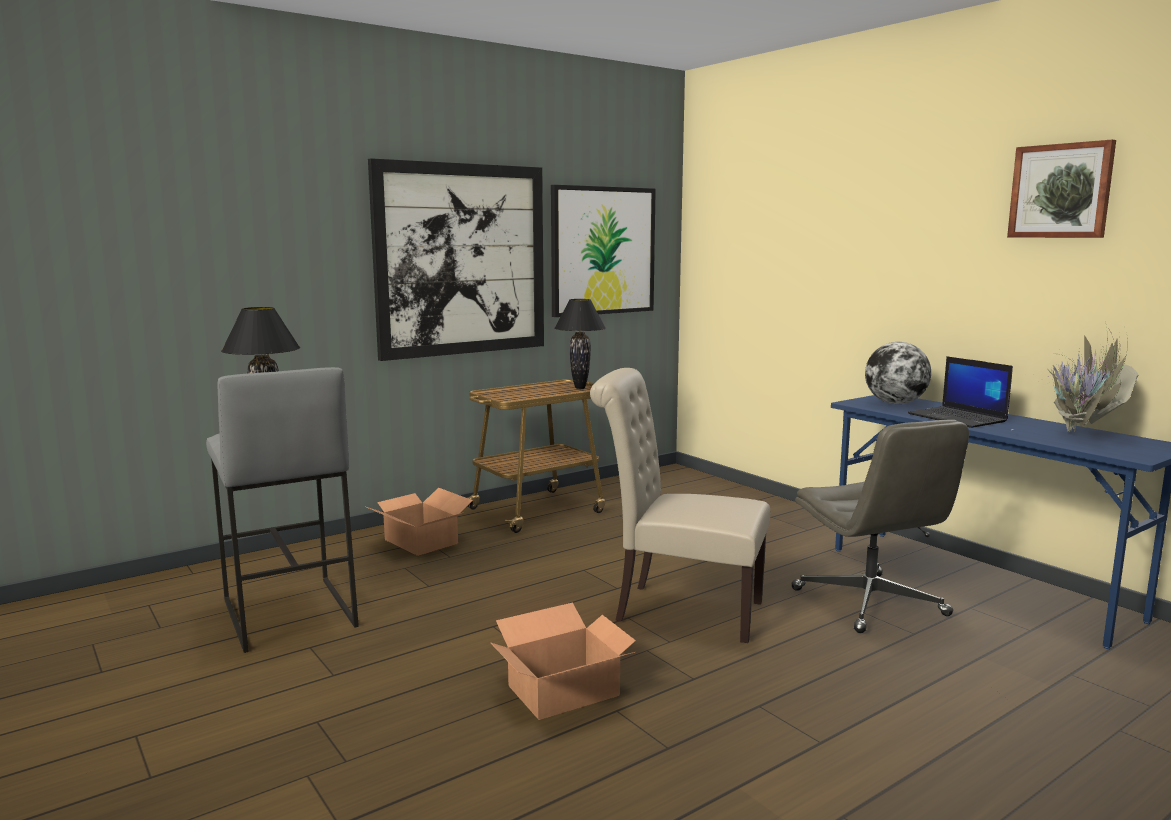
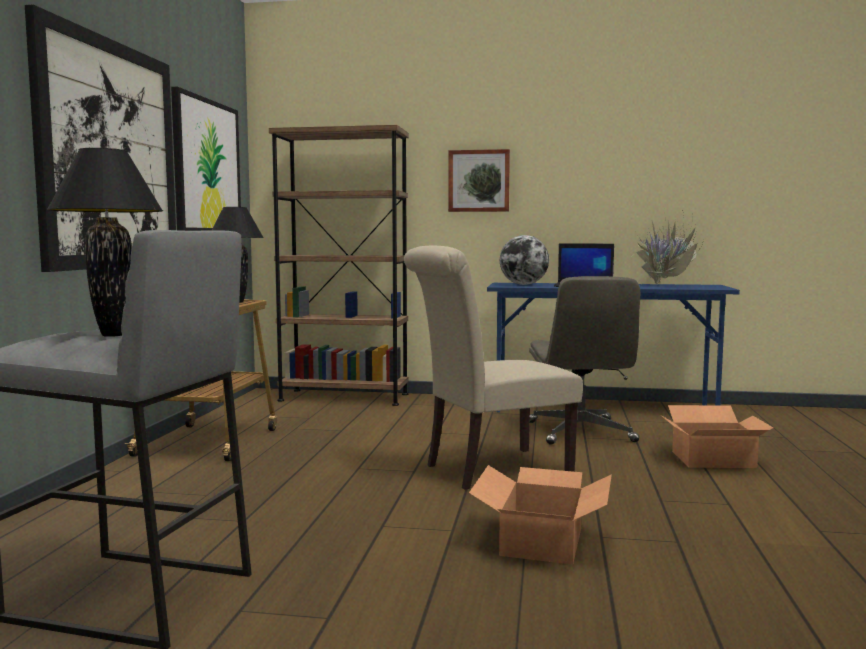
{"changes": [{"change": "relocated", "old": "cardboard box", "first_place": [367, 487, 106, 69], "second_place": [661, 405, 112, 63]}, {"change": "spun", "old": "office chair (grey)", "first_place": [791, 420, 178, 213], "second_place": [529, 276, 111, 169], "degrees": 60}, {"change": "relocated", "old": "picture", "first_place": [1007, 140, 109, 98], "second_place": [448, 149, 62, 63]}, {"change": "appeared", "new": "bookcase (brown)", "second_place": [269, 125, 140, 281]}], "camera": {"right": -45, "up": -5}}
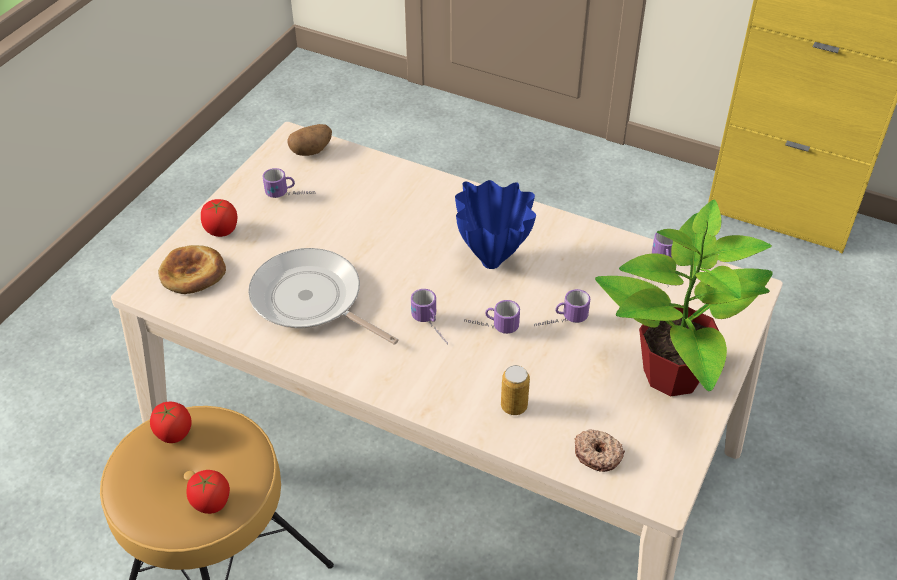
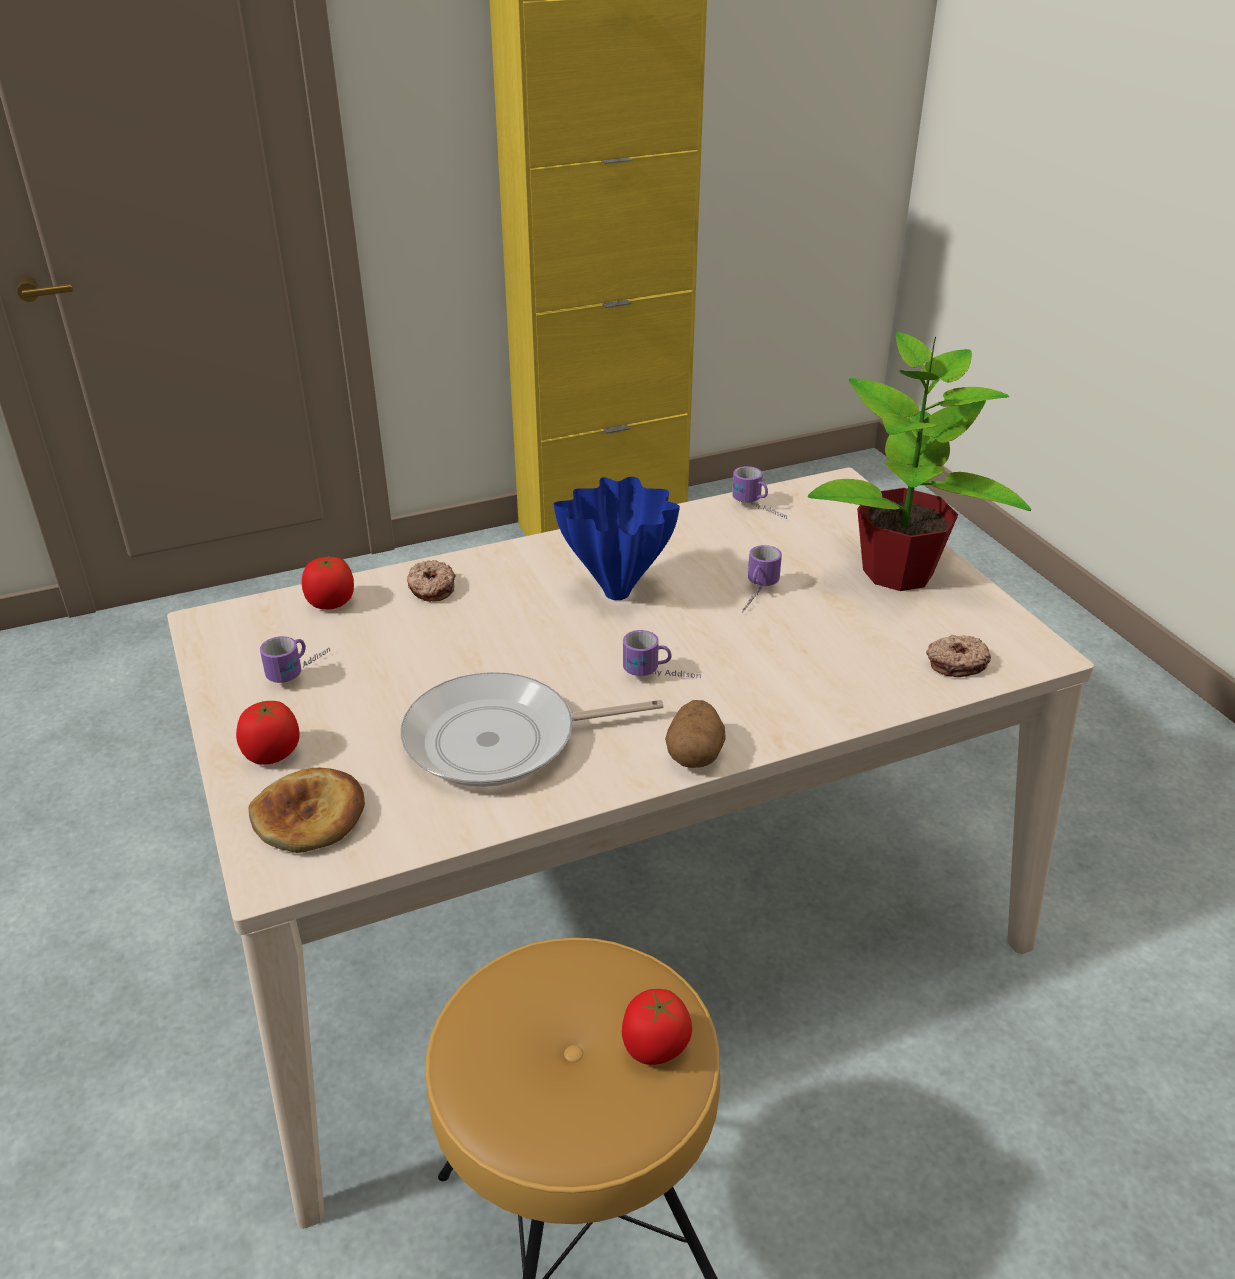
{"changes": [{"change": "relocated", "old": "tomato", "first_place": [150, 402, 42, 41], "second_place": [302, 556, 52, 54]}, {"change": "relocated", "old": "potato", "first_place": [287, 124, 45, 32], "second_place": [665, 700, 60, 68]}, {"change": "missing", "old": "mug", "first_place": [464, 300, 56, 34]}, {"change": "missing", "old": "can", "first_place": [501, 365, 29, 50]}, {"change": "appeared", "new": "donut", "second_place": [407, 560, 49, 42]}], "camera": {"right": -50, "up": -10}}
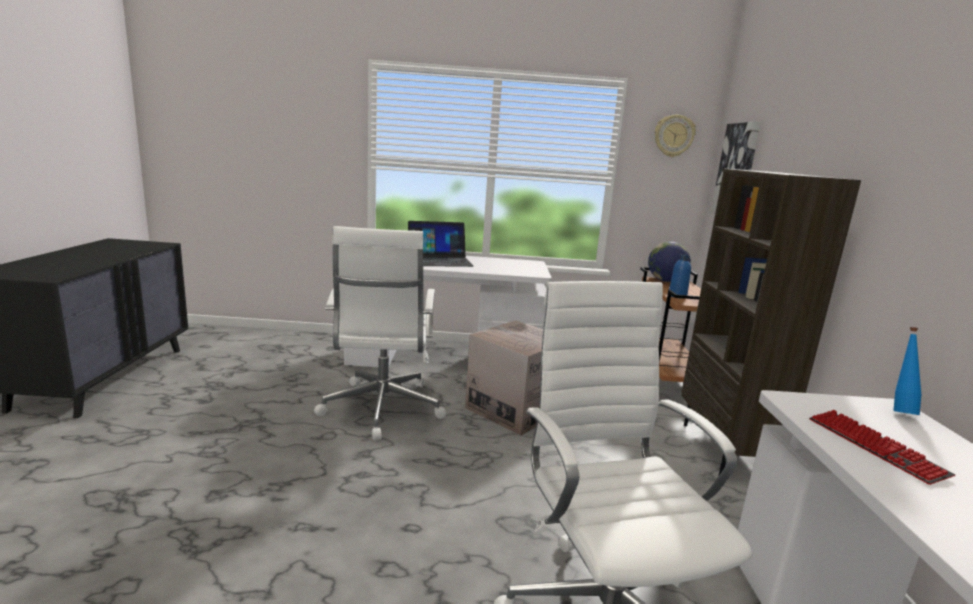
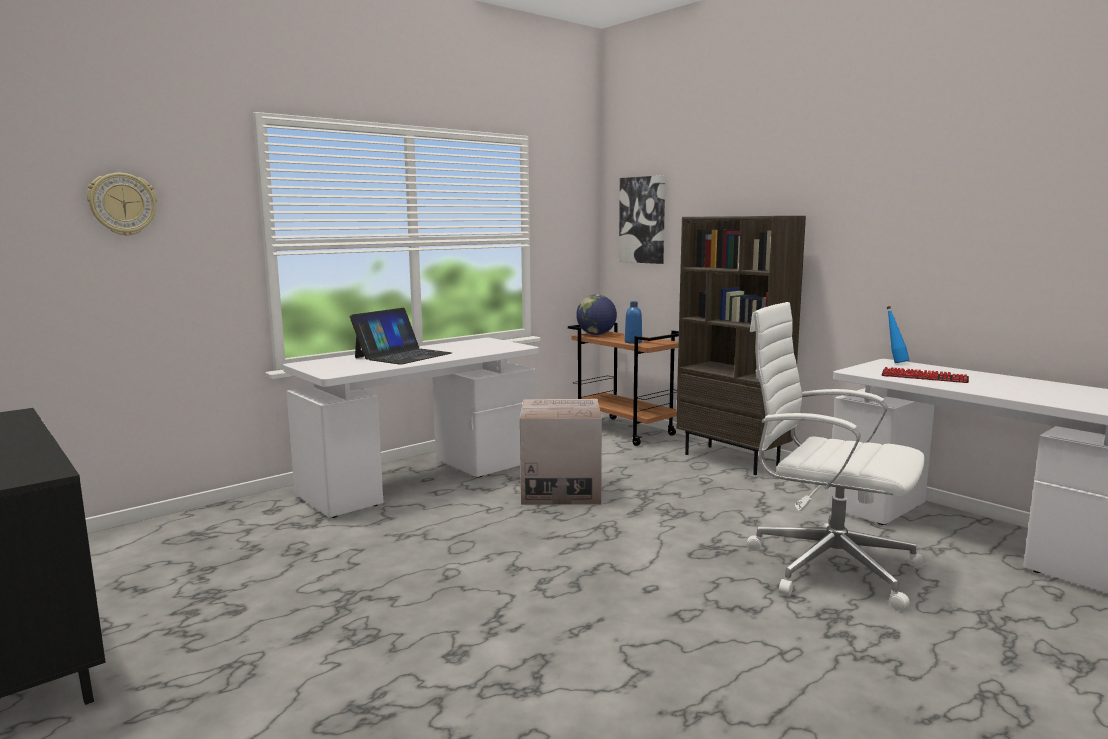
{"changes": [{"change": "missing", "old": "office chair (white)", "first_place": [314, 226, 132, 214]}, {"change": "relocated", "old": "wall clock", "first_place": [655, 115, 41, 42], "second_place": [87, 173, 70, 63]}], "camera": {"right": -40, "up": -5}}
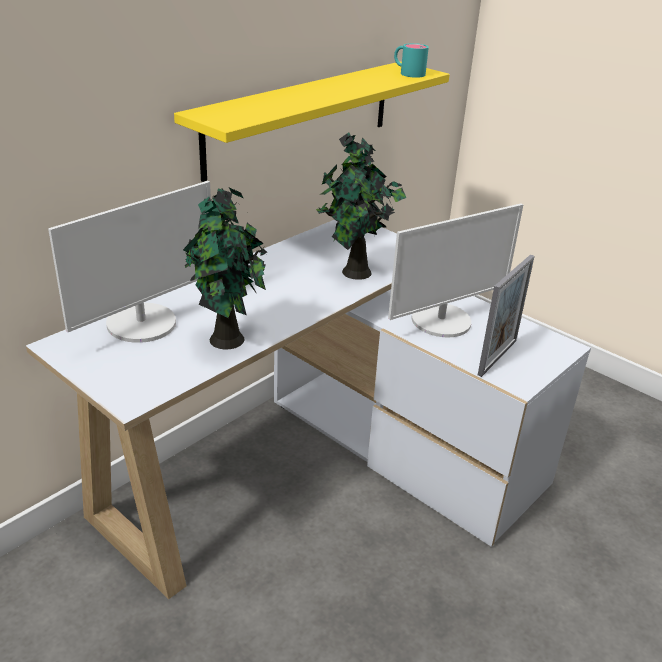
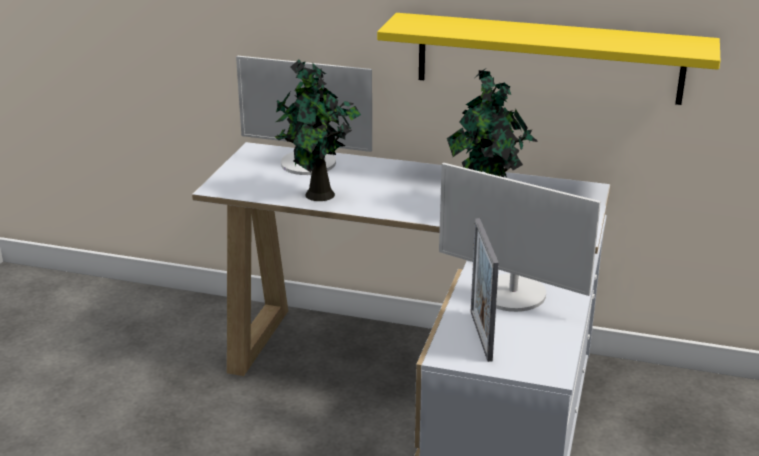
{"changes": [{"change": "missing", "old": "mug (turquoise)", "first_place": [394, 43, 35, 35]}, {"change": "spun", "old": "picture frame", "first_place": [478, 255, 57, 122], "second_place": [471, 218, 28, 144], "degrees": 75}], "camera": {"right": 65, "up": -5}}
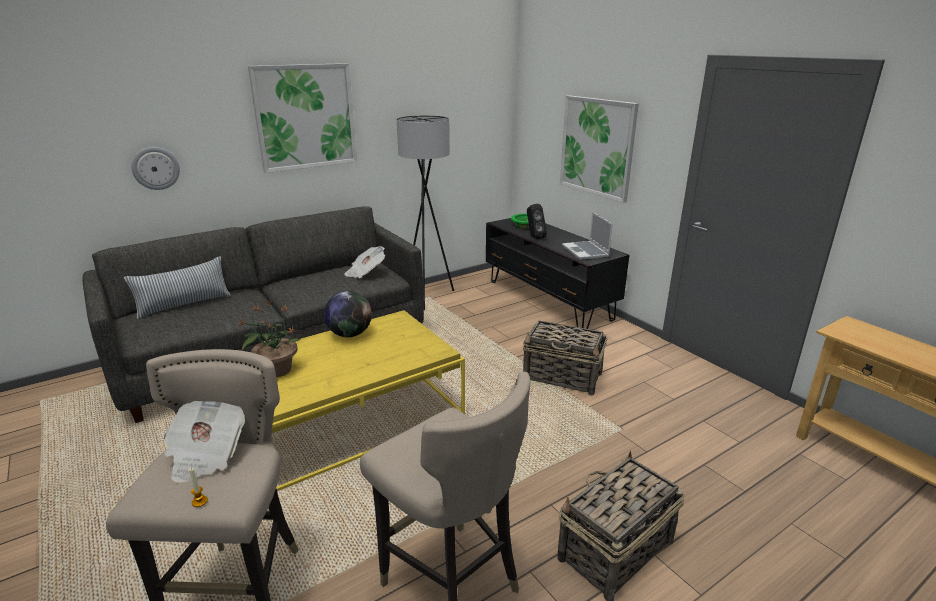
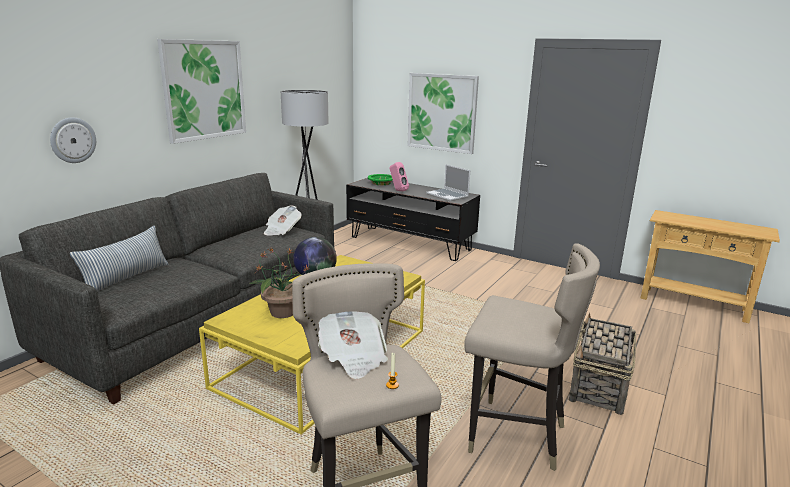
{"changes": [{"change": "missing", "old": "basket", "first_place": [523, 321, 85, 75]}, {"change": "colour", "old": "speaker (black)", "new": "speaker (pink)", "first_place": [527, 204, 20, 35], "second_place": [390, 162, 19, 29]}], "camera": {"right": -25, "up": -5}}
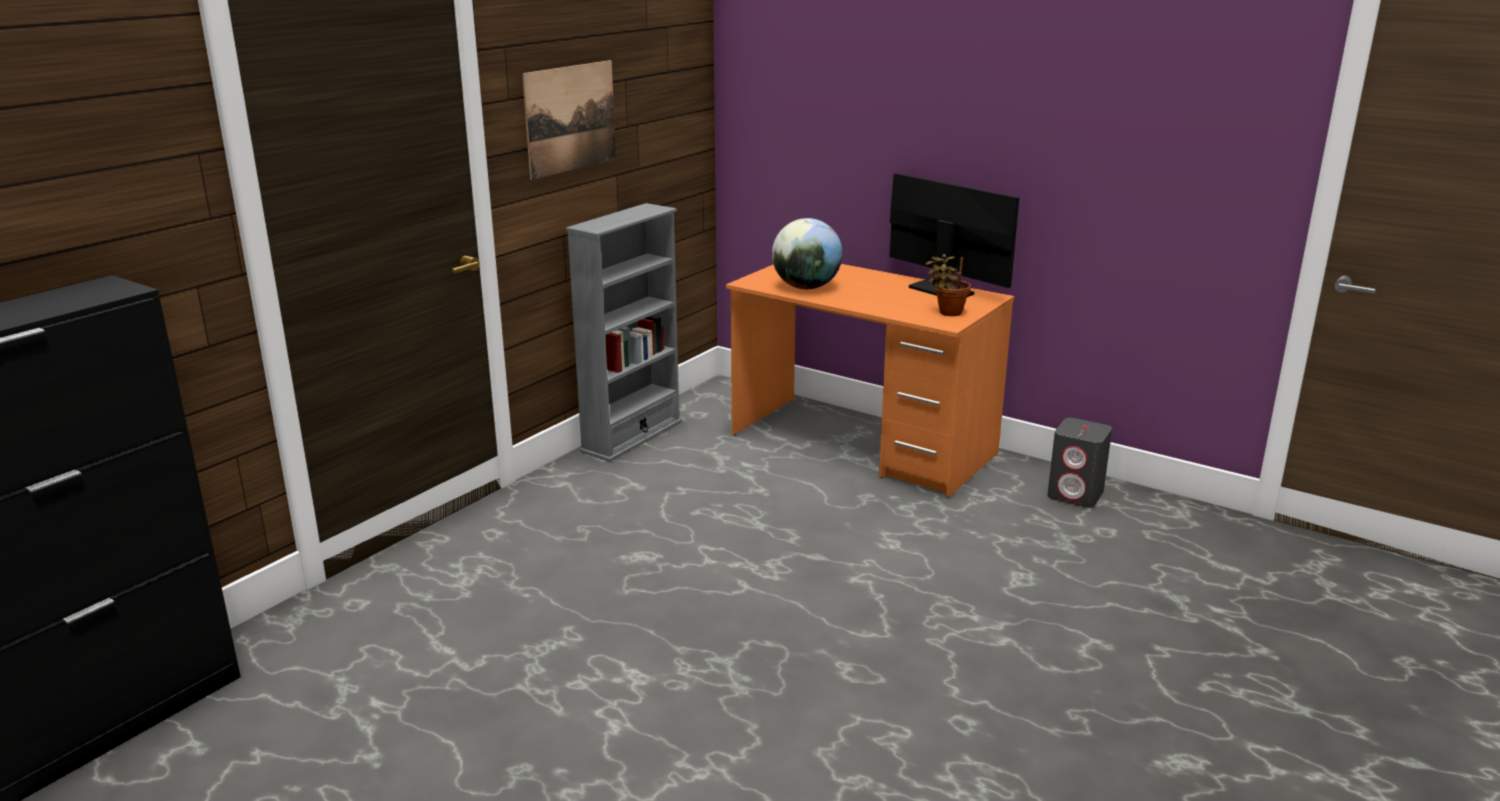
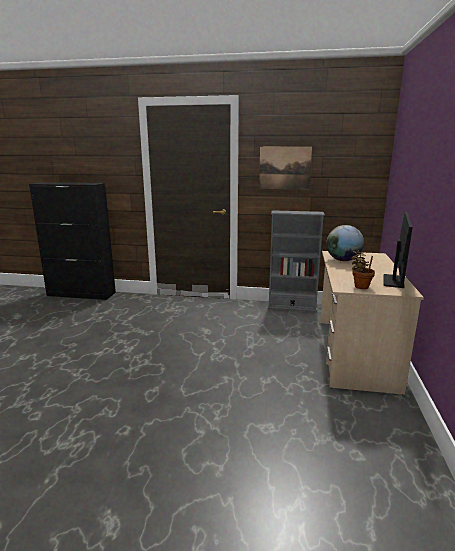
{"changes": [{"change": "colour", "old": "desk (orange)", "new": "desk (beige)", "first_place": [726, 264, 289, 233], "second_place": [320, 251, 104, 144]}, {"change": "missing", "old": "speaker (grey)", "first_place": [1047, 418, 65, 90]}], "camera": {"right": 65, "up": -5}}
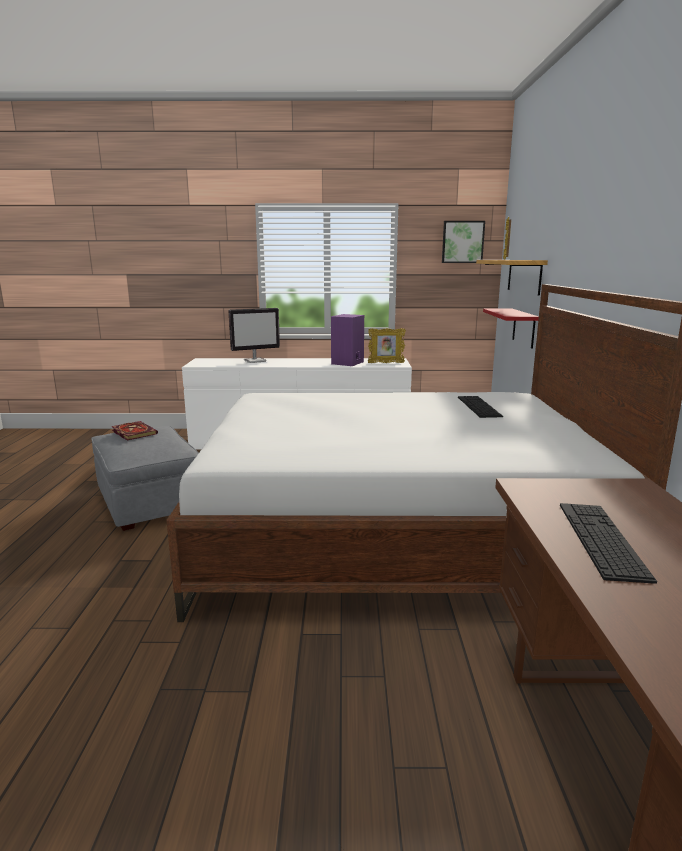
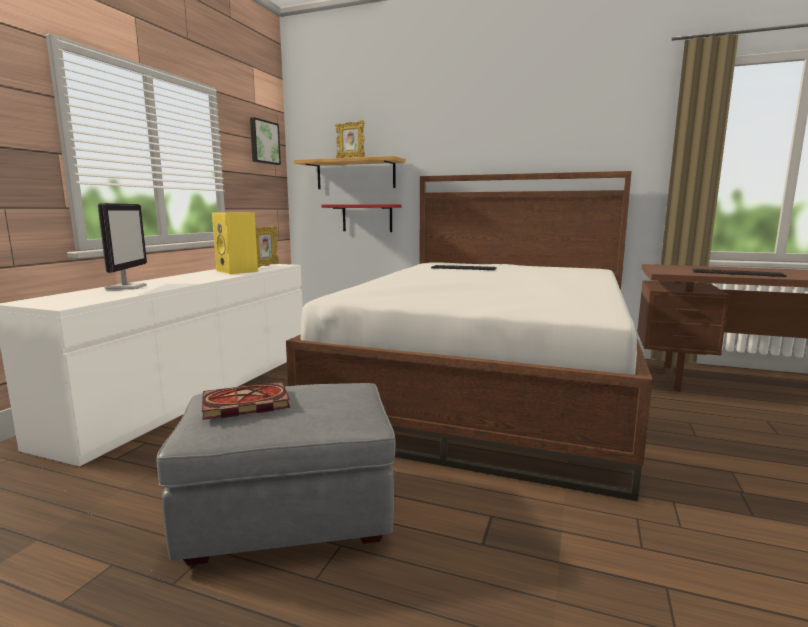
{"changes": [{"change": "colour", "old": "speaker (purple)", "new": "speaker (yellow)", "first_place": [331, 314, 33, 52], "second_place": [212, 212, 46, 62]}], "camera": {"right": -70, "up": -5}}
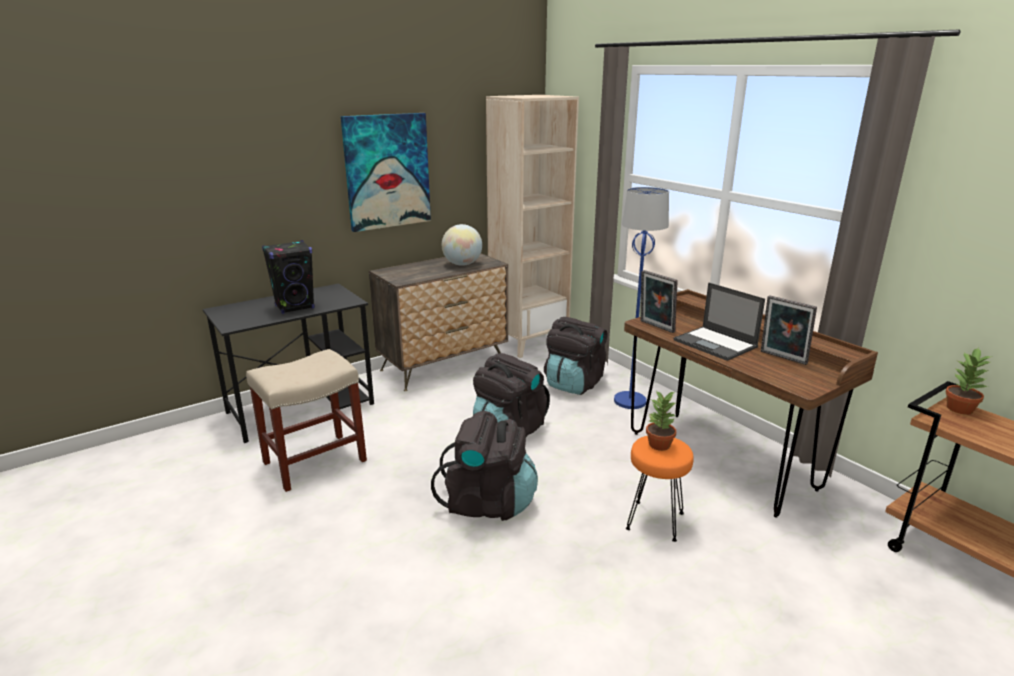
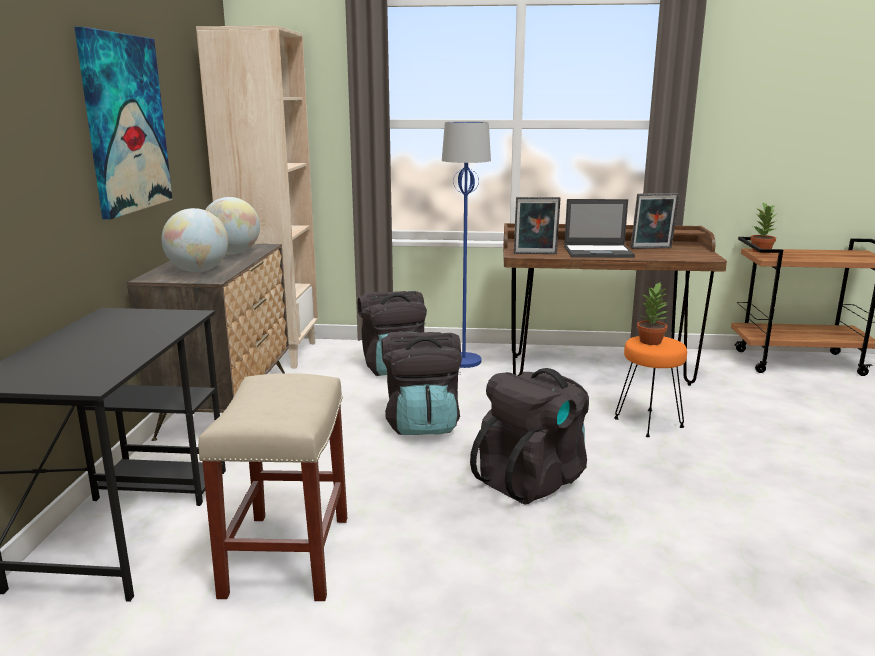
{"changes": [{"change": "missing", "old": "speaker (black)", "first_place": [262, 240, 53, 74]}, {"change": "appeared", "new": "globe", "second_place": [162, 208, 66, 64]}], "camera": {"right": -50, "up": -5}}
